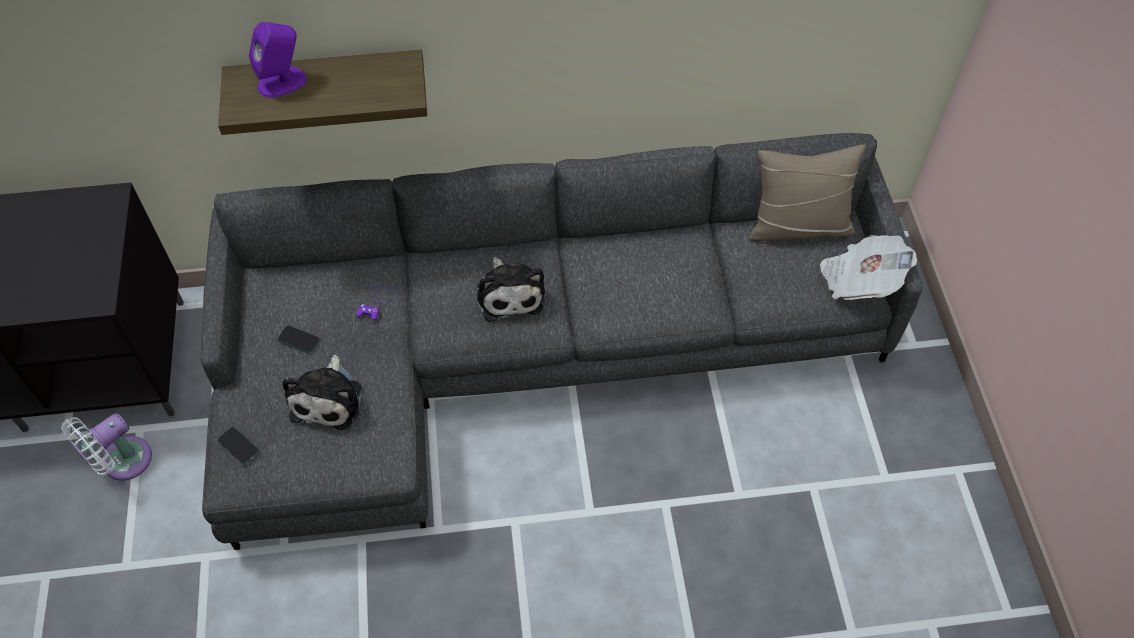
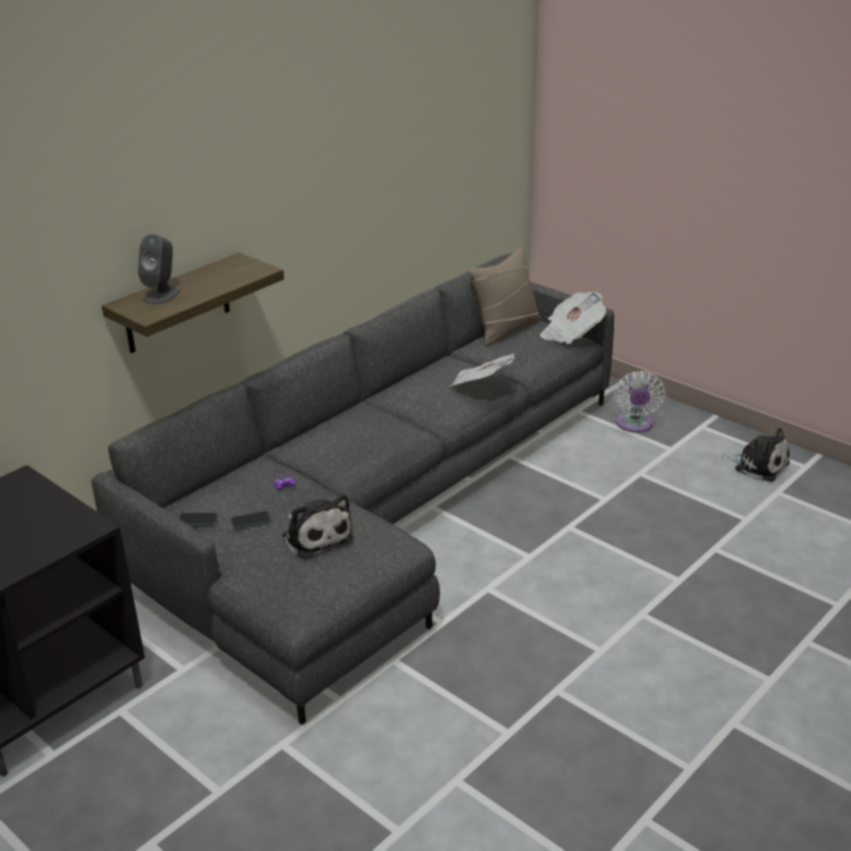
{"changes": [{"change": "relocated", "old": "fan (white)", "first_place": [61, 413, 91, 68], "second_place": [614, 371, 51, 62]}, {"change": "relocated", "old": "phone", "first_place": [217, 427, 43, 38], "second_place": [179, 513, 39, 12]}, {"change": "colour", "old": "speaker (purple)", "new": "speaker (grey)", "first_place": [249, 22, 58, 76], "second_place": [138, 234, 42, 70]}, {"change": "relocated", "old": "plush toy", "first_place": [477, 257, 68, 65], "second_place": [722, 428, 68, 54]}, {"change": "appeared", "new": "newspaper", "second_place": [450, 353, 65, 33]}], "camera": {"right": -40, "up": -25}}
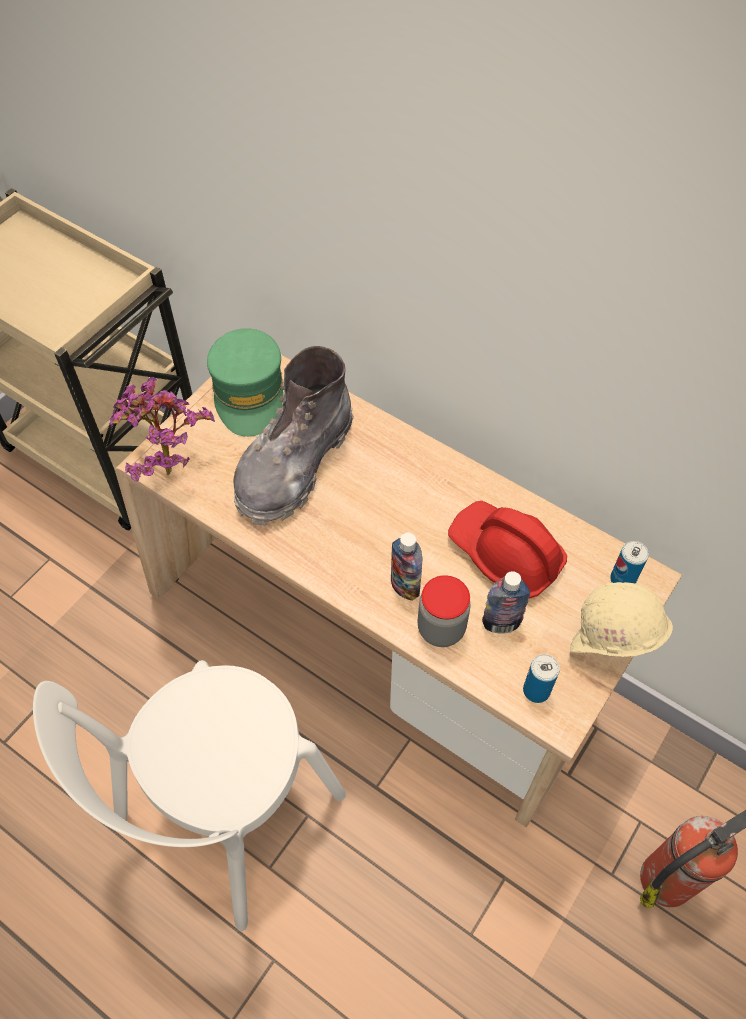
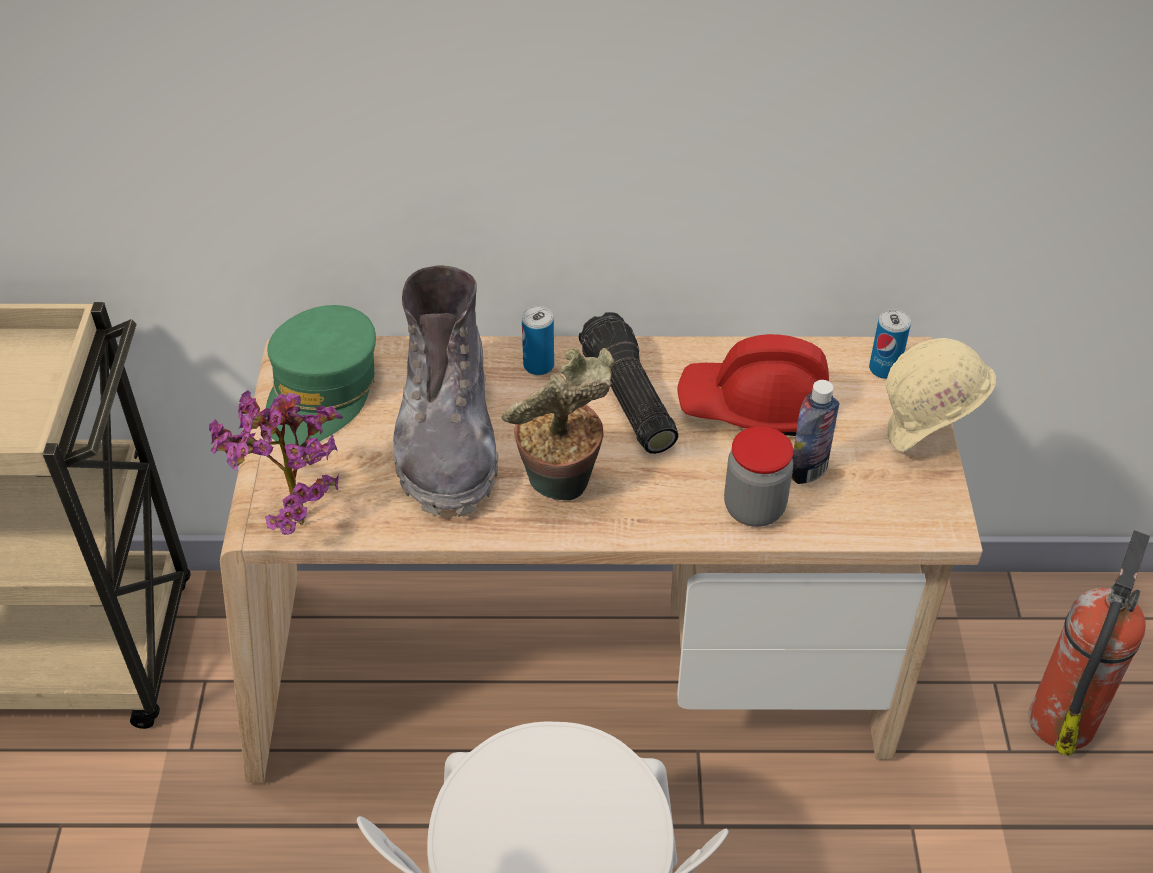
{"changes": [{"change": "spun", "old": "cap (green)", "first_place": [207, 328, 77, 109], "second_place": [266, 305, 110, 141], "degrees": 60}, {"change": "missing", "old": "bottle", "first_place": [391, 533, 31, 68]}, {"change": "relocated", "old": "can", "first_place": [523, 654, 37, 49], "second_place": [522, 306, 32, 69]}, {"change": "appeared", "new": "potted plant", "second_place": [501, 348, 114, 152]}, {"change": "appeared", "new": "flashlight", "second_place": [579, 312, 99, 142]}], "camera": {"right": -35, "up": -10}}
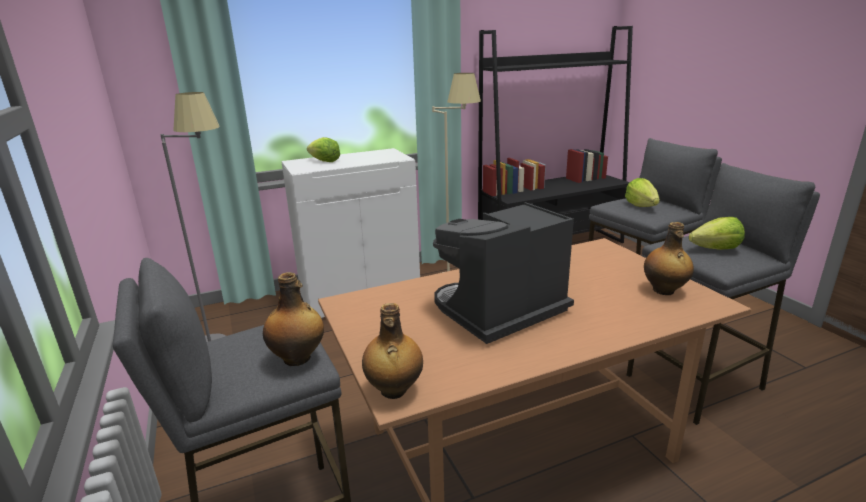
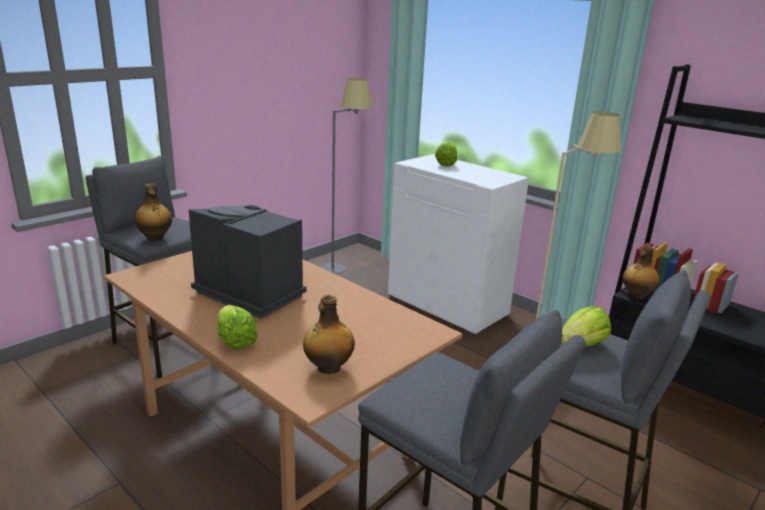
{"changes": [{"change": "relocated", "old": "bottle", "first_place": [362, 303, 61, 96], "second_place": [623, 245, 37, 54]}, {"change": "relocated", "old": "lettuce", "first_place": [689, 217, 56, 33], "second_place": [217, 305, 41, 44]}], "camera": {"right": 65, "up": 0}}
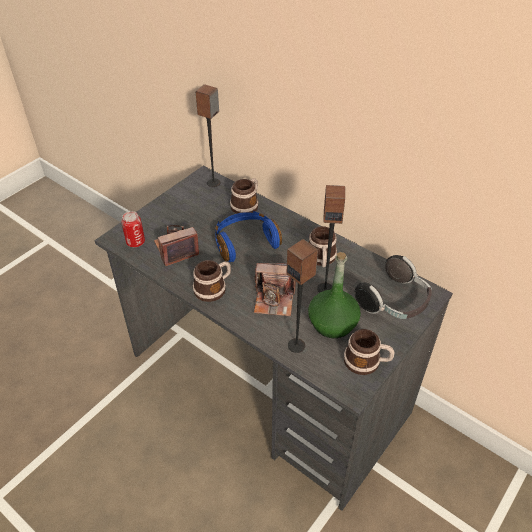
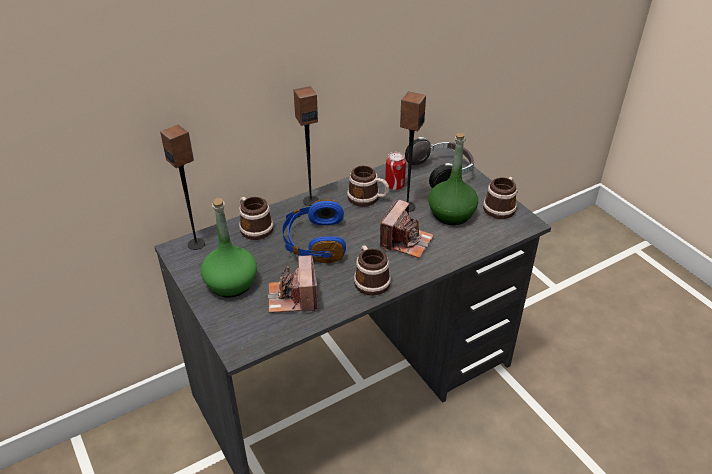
{"changes": [{"change": "relocated", "old": "can", "first_place": [121, 211, 24, 36], "second_place": [385, 152, 21, 38]}, {"change": "relocated", "old": "speaker", "first_place": [286, 239, 32, 114], "second_place": [293, 86, 26, 120]}, {"change": "appeared", "new": "bottle (green)", "second_place": [201, 198, 56, 100]}], "camera": {"right": -70, "up": -5}}
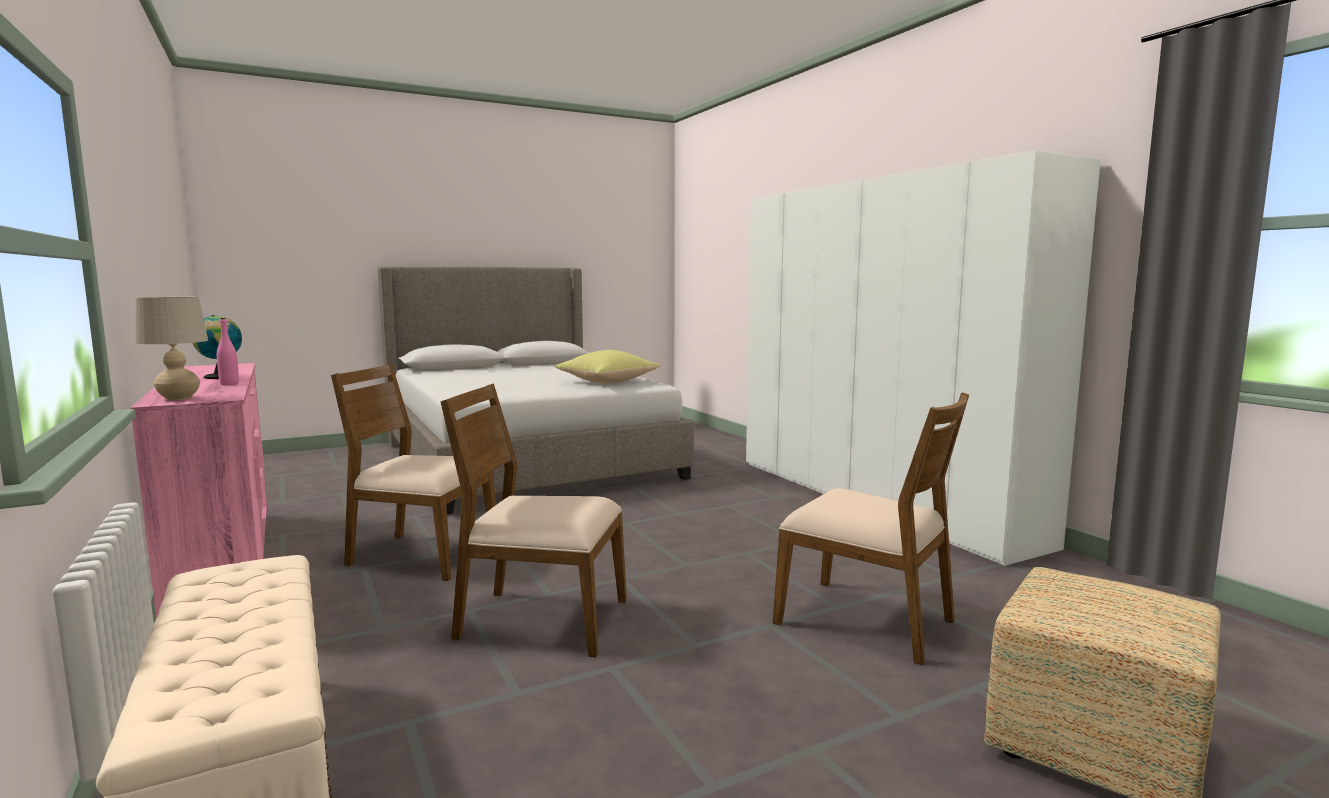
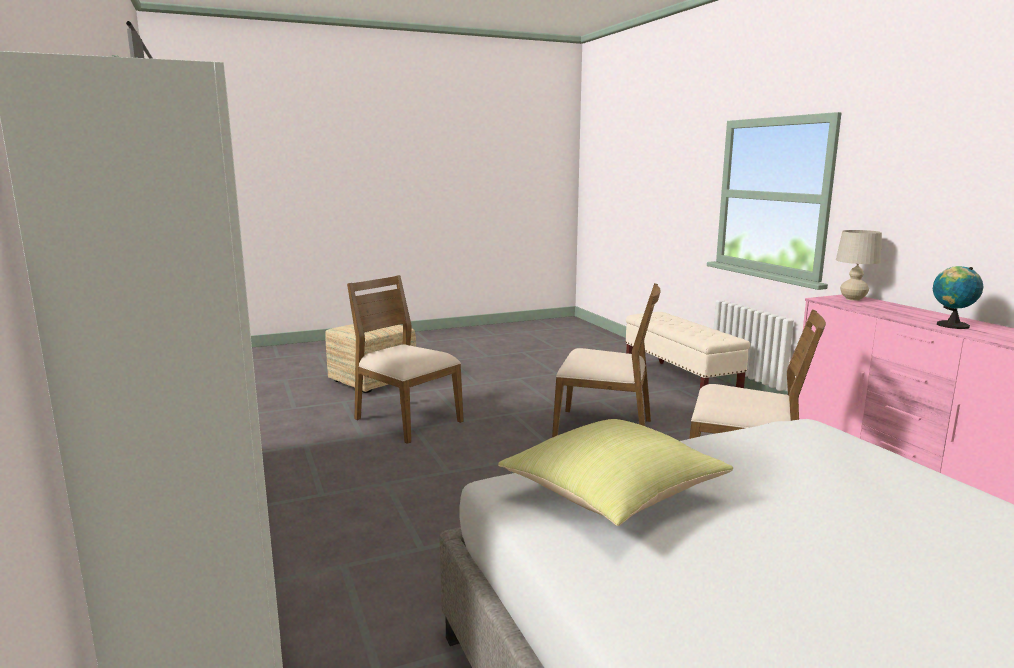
{"changes": [{"change": "missing", "old": "bottle (pink)", "first_place": [217, 318, 22, 67]}], "camera": {"right": -175, "up": 5}}
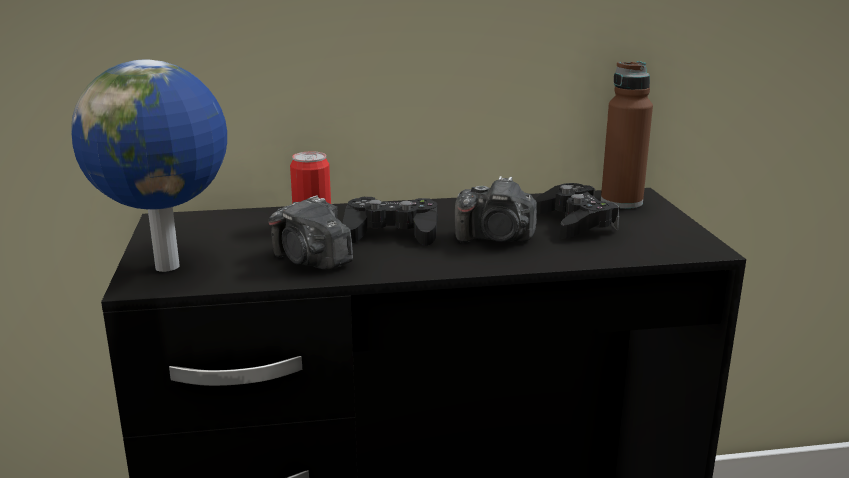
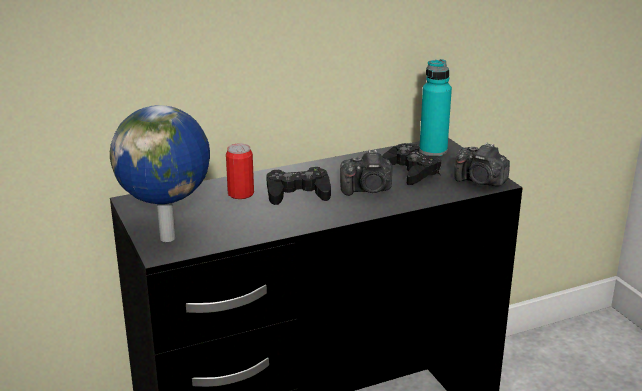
{"changes": [{"change": "relocated", "old": "photo camera", "first_place": [268, 196, 85, 74], "second_place": [454, 143, 56, 43]}, {"change": "colour", "old": "bottle (brown)", "new": "bottle (turquoise)", "first_place": [601, 61, 52, 148], "second_place": [420, 59, 32, 97]}], "camera": {"right": -15, "up": 5}}
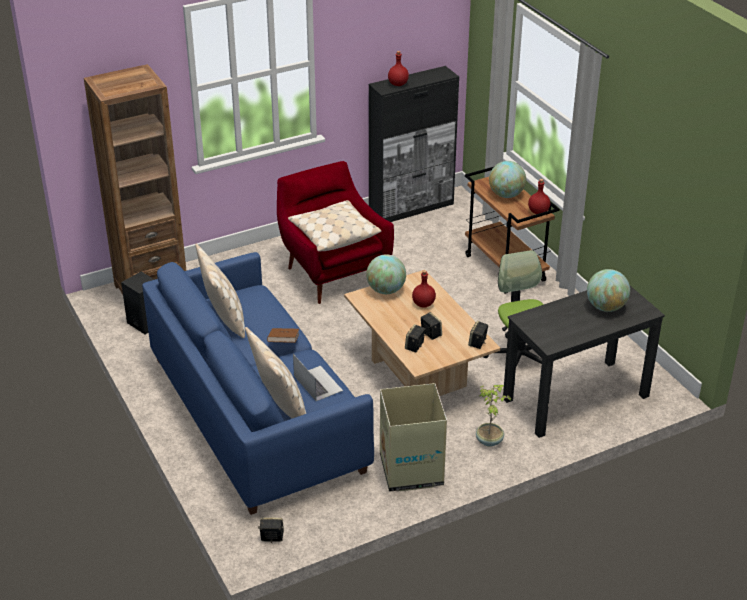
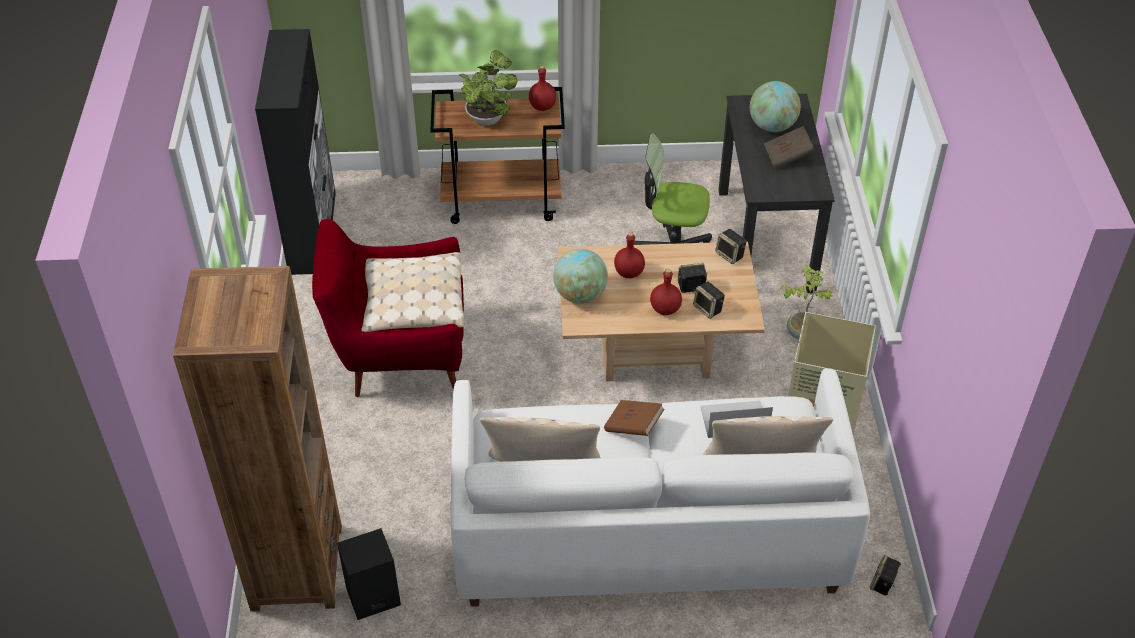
{"changes": [{"change": "colour", "old": "sofa (blue)", "new": "sofa (white)", "first_place": [142, 252, 232, 263], "second_place": [450, 368, 420, 239]}, {"change": "relocated", "old": "bottle (red)", "first_place": [388, 51, 21, 35], "second_place": [650, 269, 32, 46]}, {"change": "exchanged", "old": "globe", "new": "potted plant", "first_place": [489, 161, 37, 37], "second_place": [459, 50, 58, 76]}, {"change": "appeared", "new": "book (brown)", "second_place": [764, 126, 51, 43]}], "camera": {"right": -65, "up": 10}}
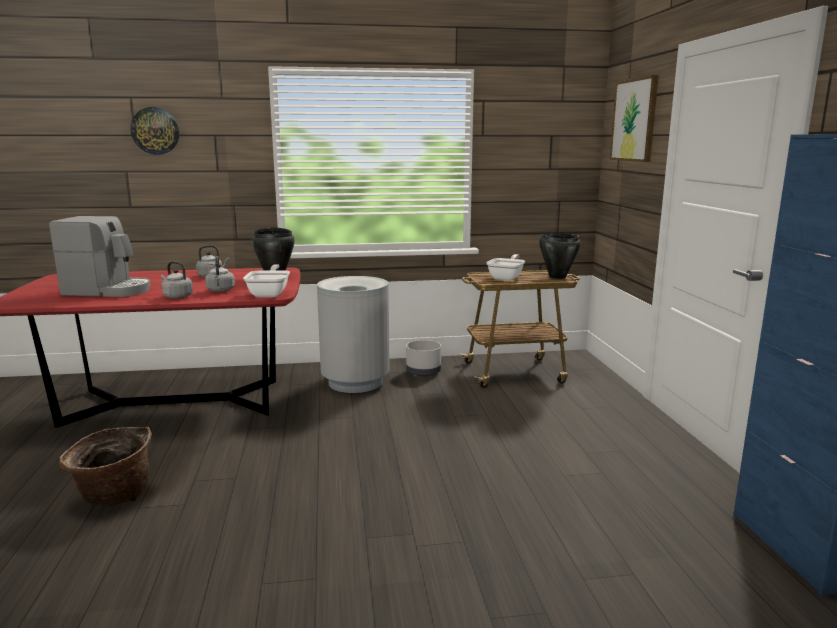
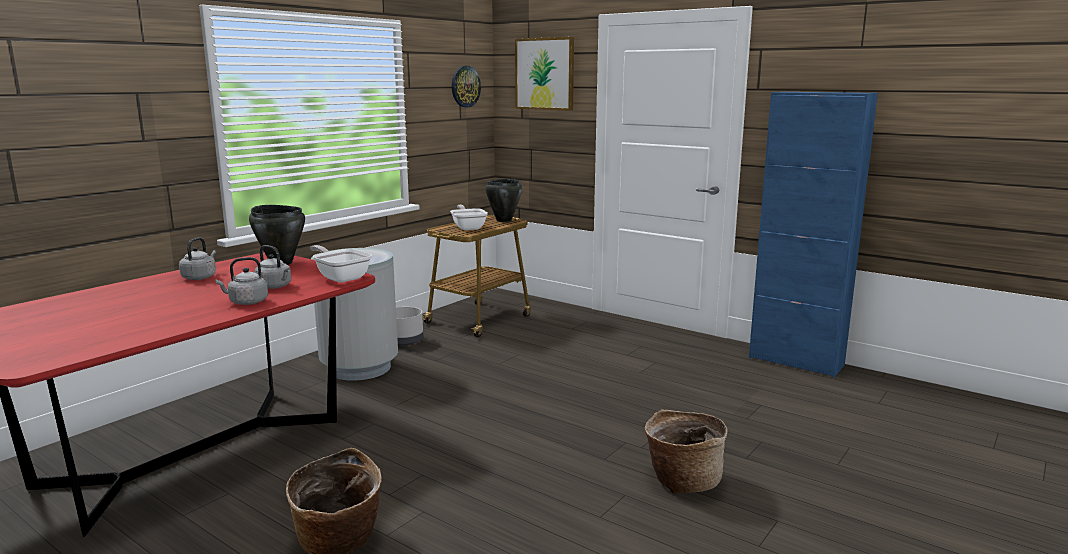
{"changes": [{"change": "missing", "old": "coffee machine", "first_place": [49, 216, 101, 81]}, {"change": "relocated", "old": "wall clock", "first_place": [130, 107, 49, 48], "second_place": [452, 66, 29, 41]}, {"change": "appeared", "new": "basket", "second_place": [645, 409, 83, 85]}], "camera": {"right": -45, "up": 0}}
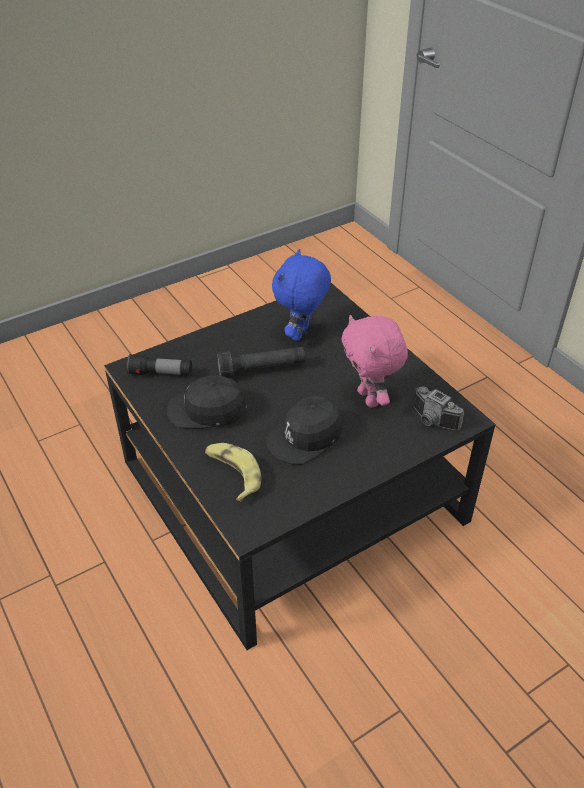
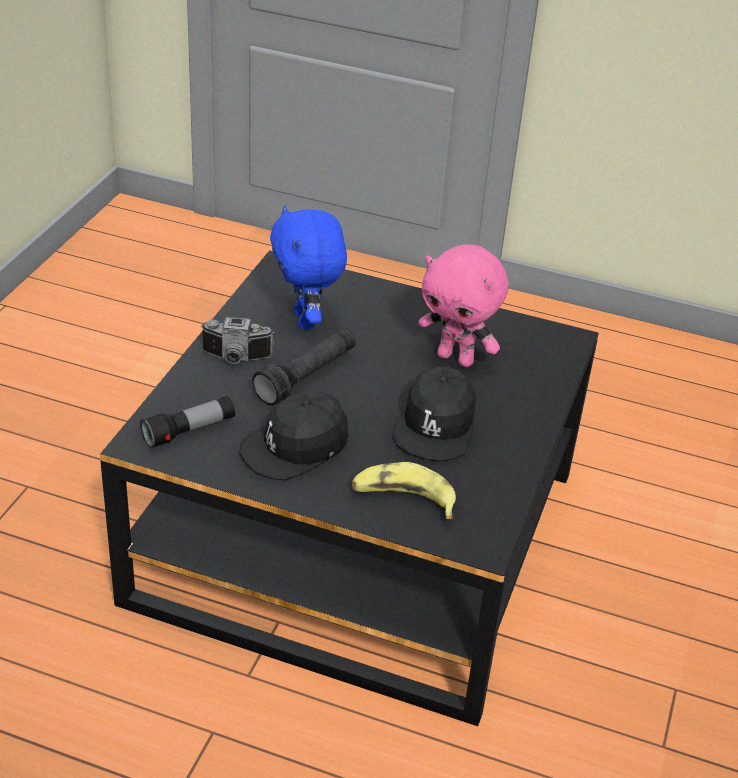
{"changes": [{"change": "relocated", "old": "photo camera", "first_place": [414, 386, 50, 44], "second_place": [201, 317, 73, 47]}], "camera": {"right": -40, "up": -5}}
